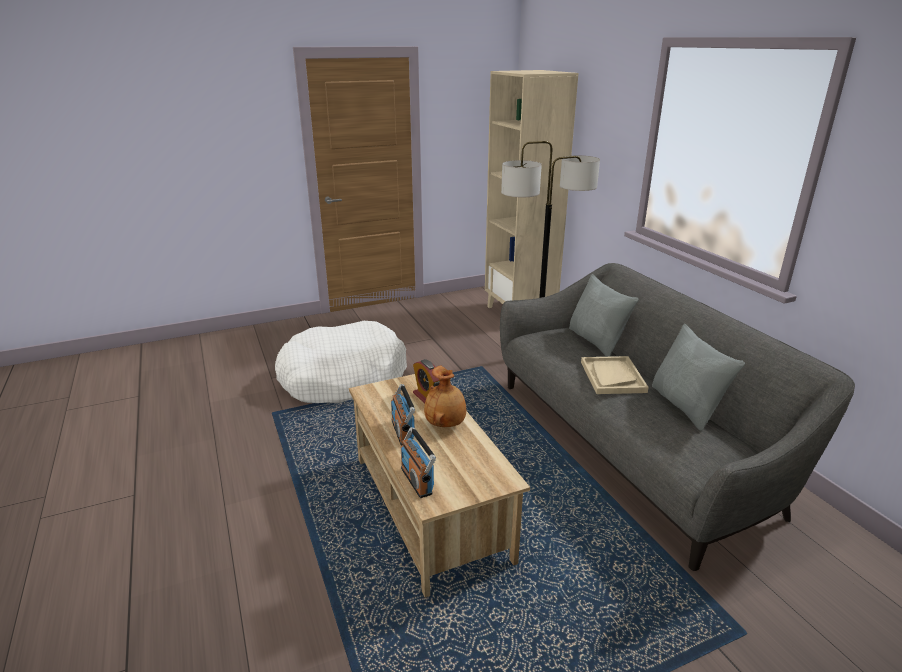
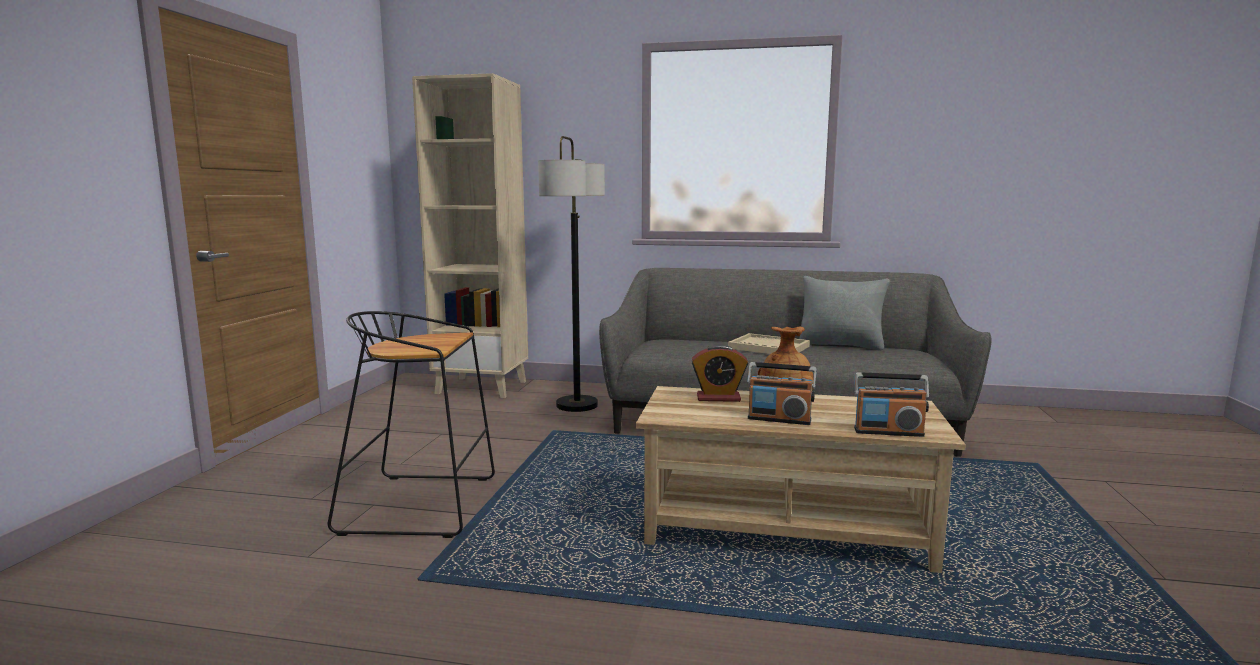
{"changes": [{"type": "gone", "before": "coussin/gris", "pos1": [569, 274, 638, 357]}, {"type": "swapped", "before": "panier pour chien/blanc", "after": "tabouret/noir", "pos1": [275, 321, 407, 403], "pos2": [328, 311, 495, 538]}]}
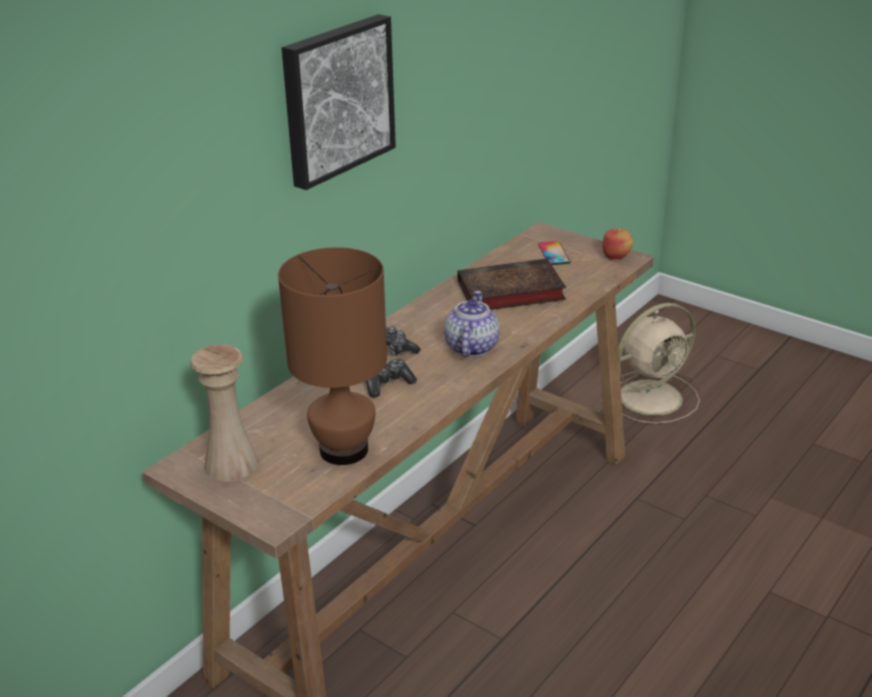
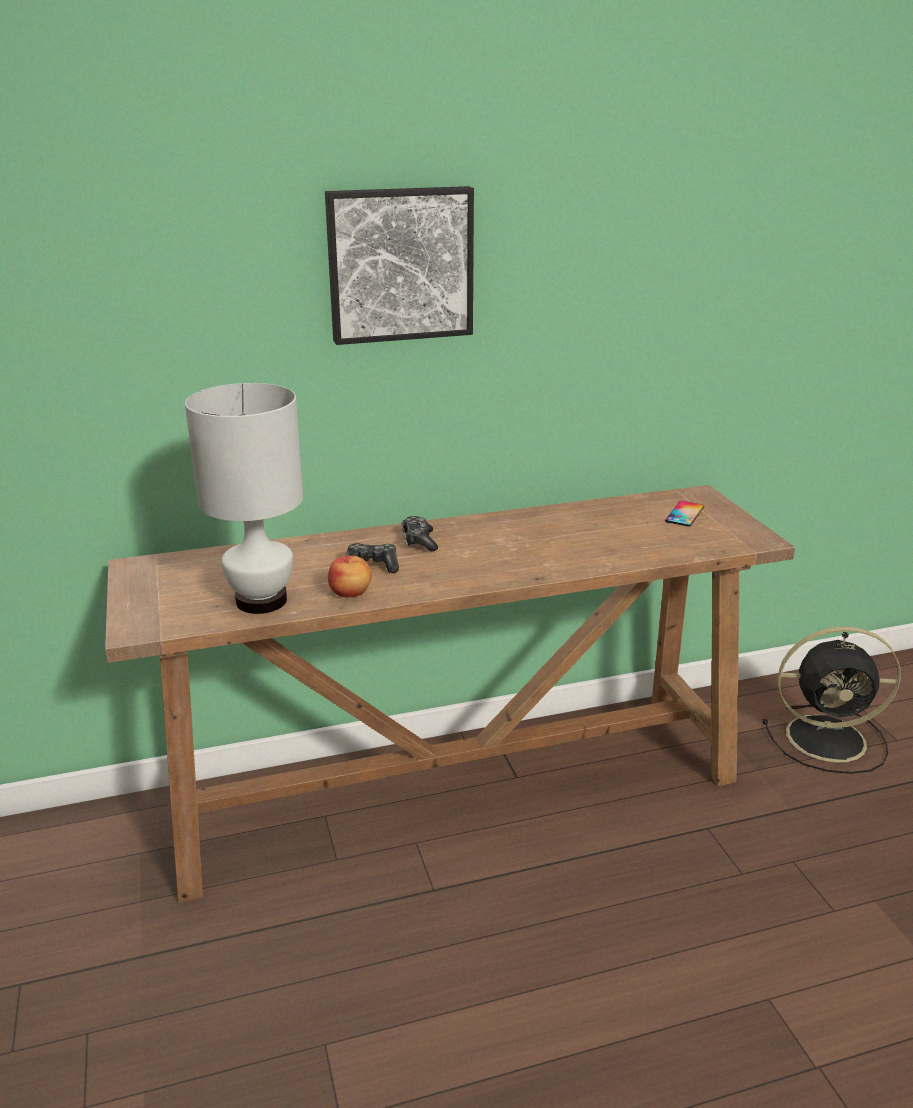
{"changes": [{"type": "gone", "before": "vase/beige", "pos1": [190, 344, 259, 482]}, {"type": "gone", "before": "théière", "pos1": [444, 291, 500, 357]}, {"type": "gone", "before": "livre", "pos1": [458, 258, 566, 310]}, {"type": "shifted", "before": "pomme", "pos1": [602, 228, 633, 260], "pos2": [328, 556, 372, 597]}, {"type": "repainted", "before": "lampe de table/marron", "after": "lampe de table/blanc", "pos1": [278, 247, 387, 465], "pos2": [185, 383, 303, 614]}, {"type": "repainted", "before": "ventilateur/beige", "after": "ventilateur/noir", "pos1": [601, 303, 700, 424], "pos2": [762, 626, 901, 774]}]}
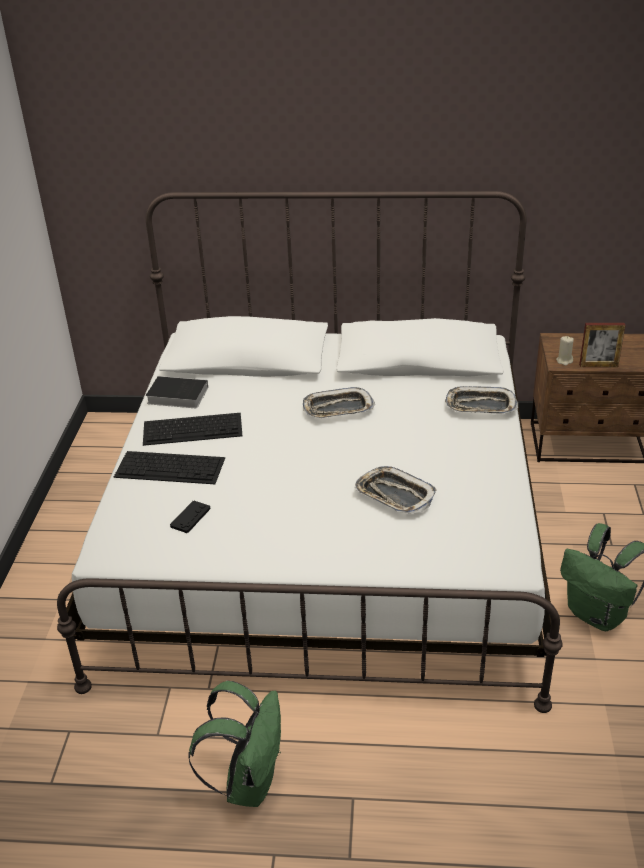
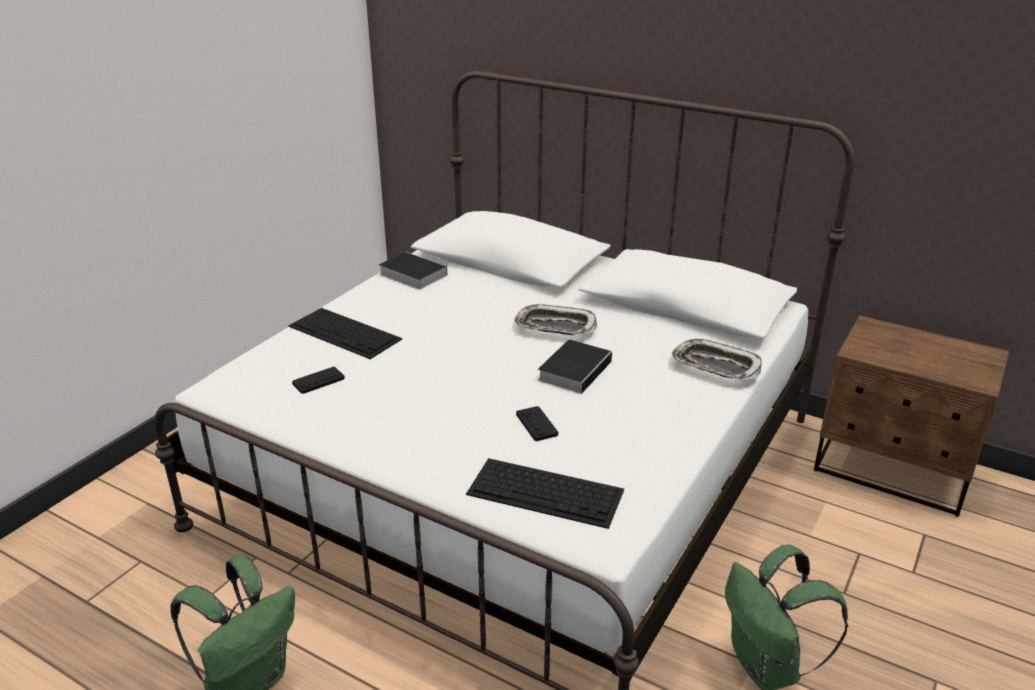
{"changes": [{"type": "gone", "before": "bougie/beige", "pos1": [556, 336, 574, 366]}, {"type": "gone", "before": "cadre photo", "pos1": [579, 323, 625, 367]}, {"type": "new", "after": "livre", "pos2": [538, 340, 613, 394]}, {"type": "shifted", "before": "clavier", "pos1": [143, 413, 242, 446], "pos2": [466, 458, 624, 529]}, {"type": "swapped", "before": "plateau", "after": "manette/noir", "pos1": [354, 466, 437, 514], "pos2": [516, 406, 558, 441]}]}
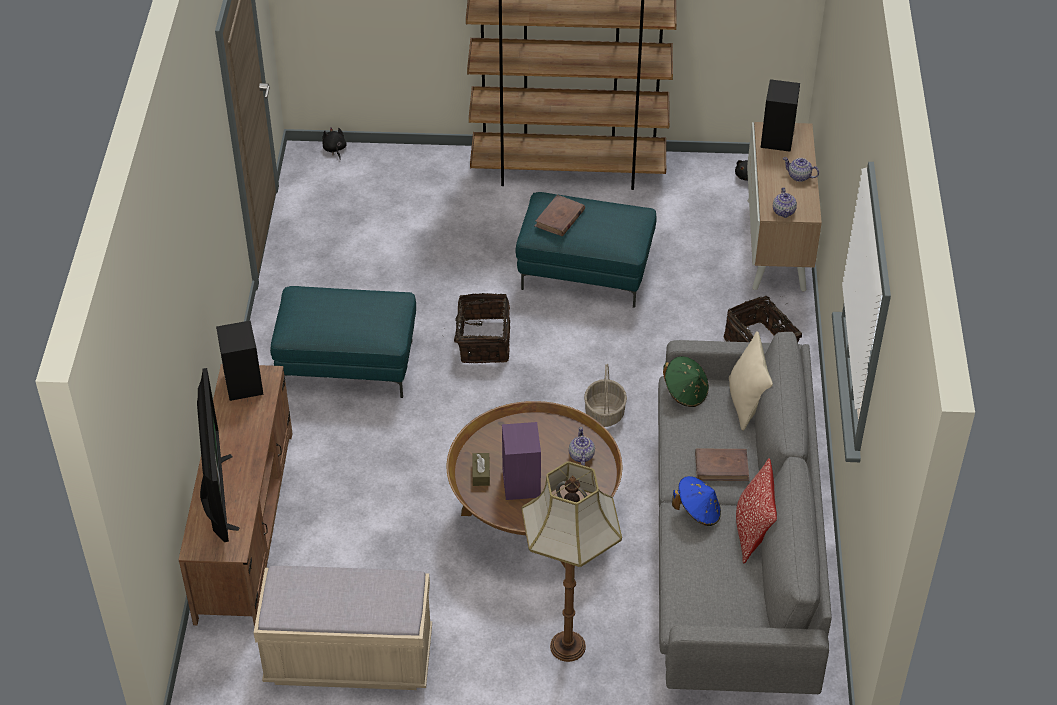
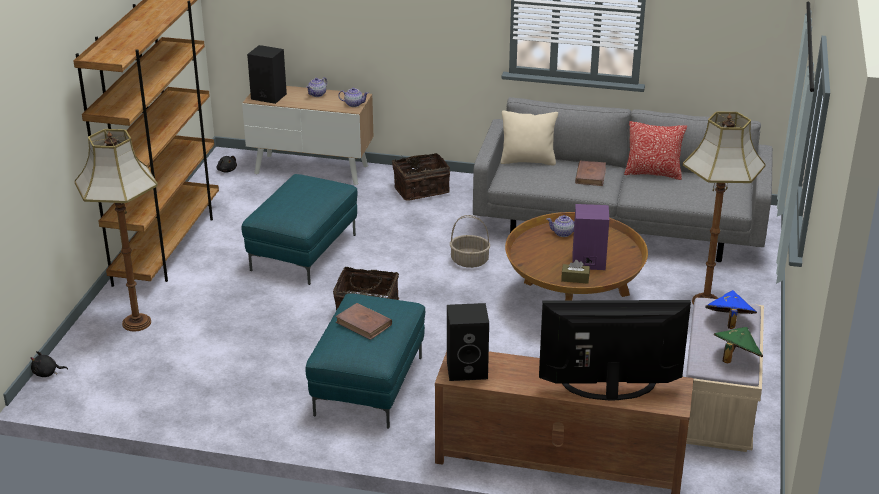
{"changes": [{"type": "new", "after": "lampadaire", "pos2": [74, 129, 158, 332]}, {"type": "shifted", "before": "livre/marron", "pos1": [535, 195, 585, 237], "pos2": [335, 303, 392, 340]}, {"type": "shifted", "before": "chapeau/vert", "pos1": [663, 356, 709, 407], "pos2": [714, 327, 763, 363]}, {"type": "shifted", "before": "chapeau/bleu", "pos1": [672, 476, 721, 526], "pos2": [705, 290, 757, 329]}]}
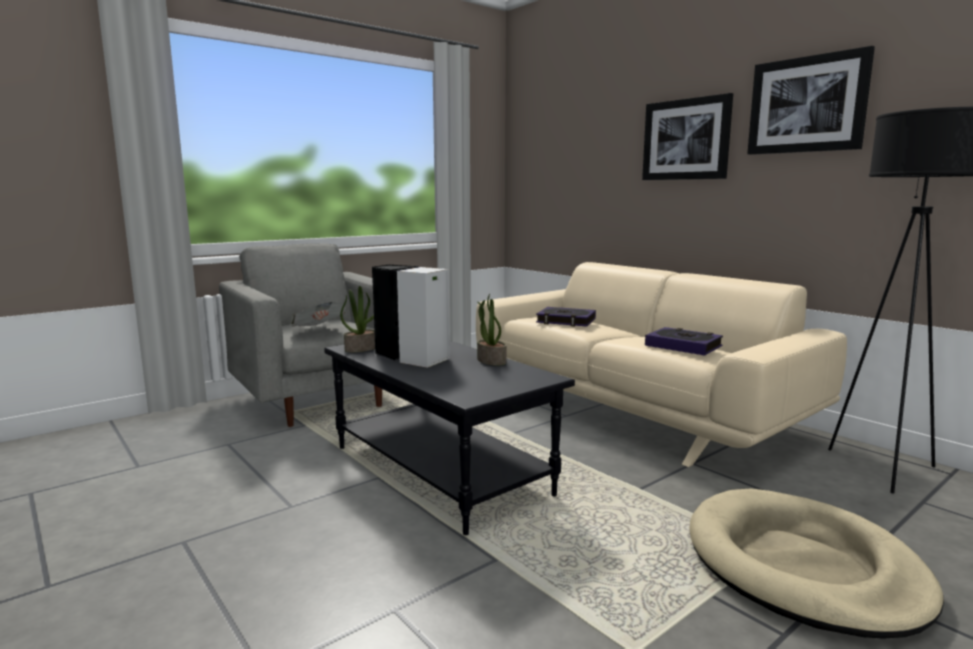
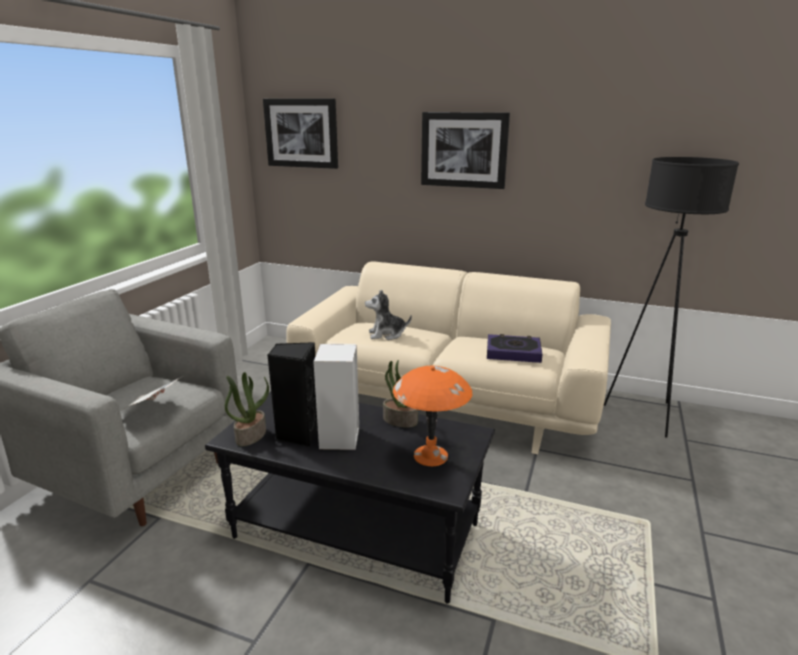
{"changes": [{"type": "gone", "before": "panier pour chien/beige", "pos1": [690, 488, 944, 639]}, {"type": "new", "after": "lampe de table/orange", "pos2": [393, 365, 472, 466]}, {"type": "shifted", "before": "tableau", "pos1": [747, 46, 875, 155], "pos2": [263, 98, 338, 169]}, {"type": "swapped", "before": "livre", "after": "peluche", "pos1": [536, 307, 596, 327], "pos2": [365, 290, 412, 340]}]}
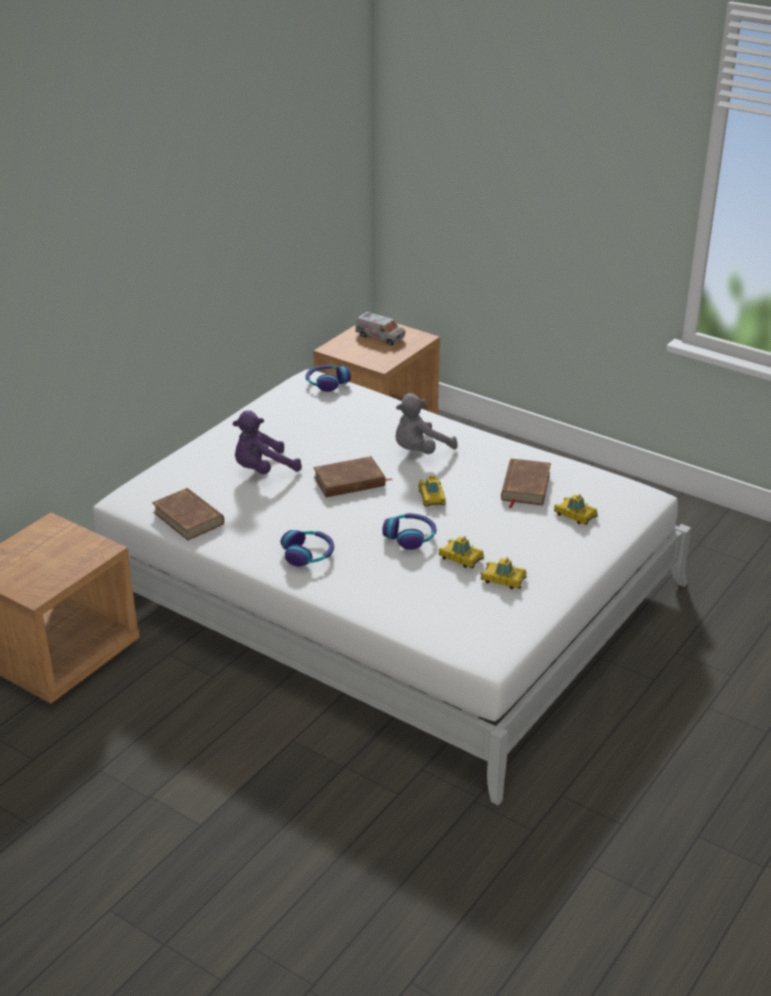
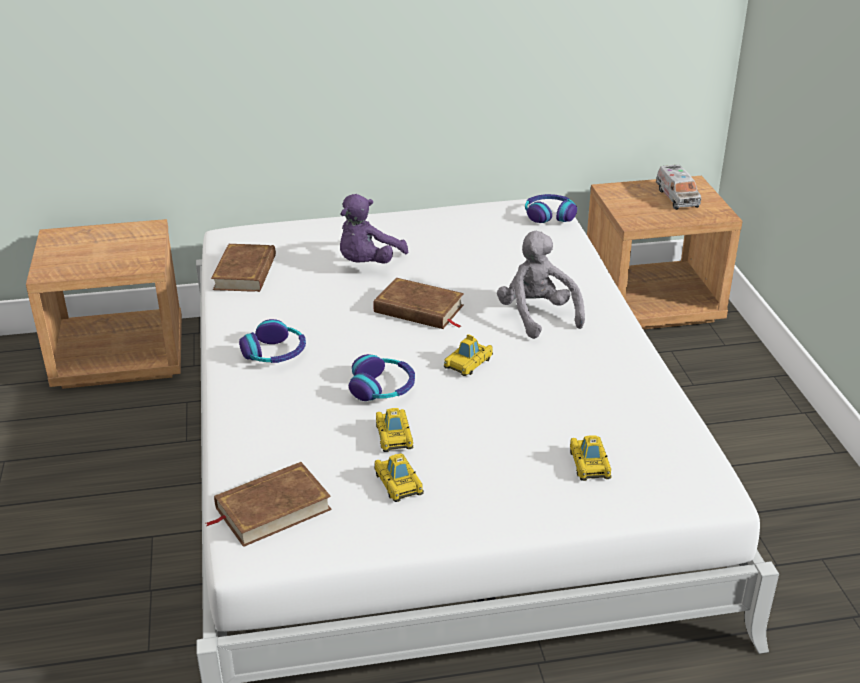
{"changes": [{"type": "shifted", "before": "livre/marron", "pos1": [501, 458, 551, 508], "pos2": [206, 462, 332, 547]}, {"type": "rotated", "before": "peluche/violet", "pos1": [232, 410, 302, 474], "pos2": [340, 194, 408, 264], "turn": -75}, {"type": "rotated", "before": "peluche/gris", "pos1": [396, 393, 458, 454], "pos2": [497, 231, 585, 339], "turn": 60}]}
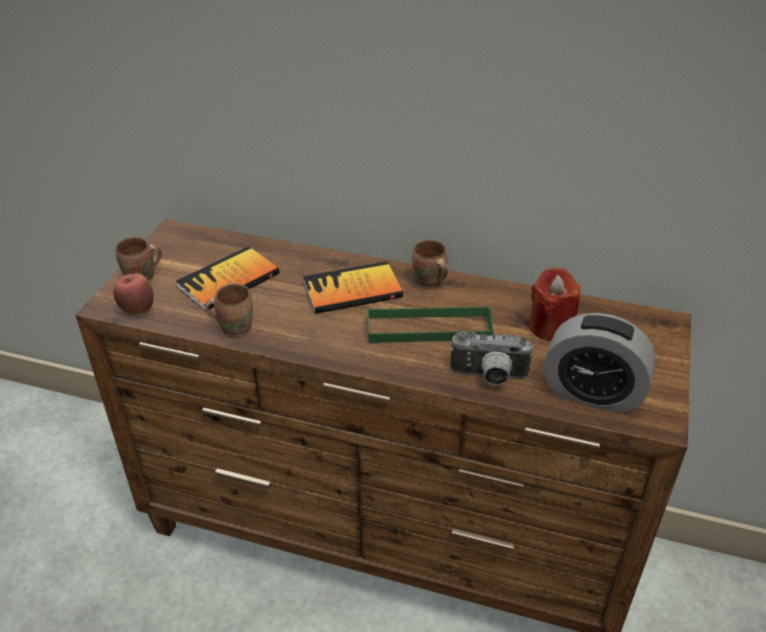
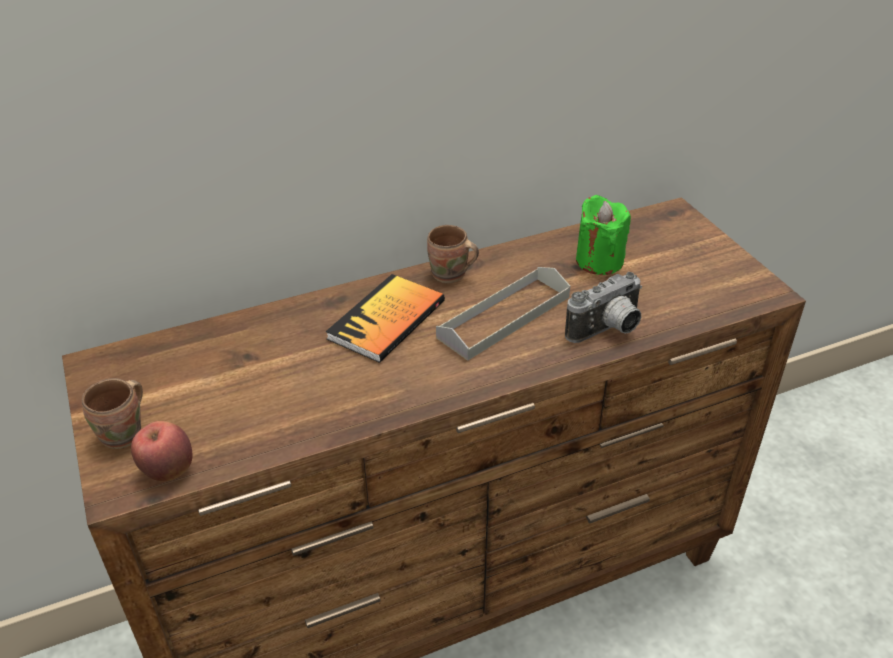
{"changes": [{"type": "gone", "before": "livre", "pos1": [176, 246, 279, 311]}, {"type": "gone", "before": "mug/marron", "pos1": [205, 283, 253, 337]}, {"type": "gone", "before": "réveil", "pos1": [544, 313, 656, 414]}, {"type": "repainted", "before": "plateau/vert", "after": "plateau/gris", "pos1": [368, 306, 493, 343], "pos2": [436, 267, 570, 361]}, {"type": "repainted", "before": "bougie/rouge", "after": "bougie/vert", "pos1": [529, 268, 581, 341], "pos2": [576, 195, 631, 275]}]}
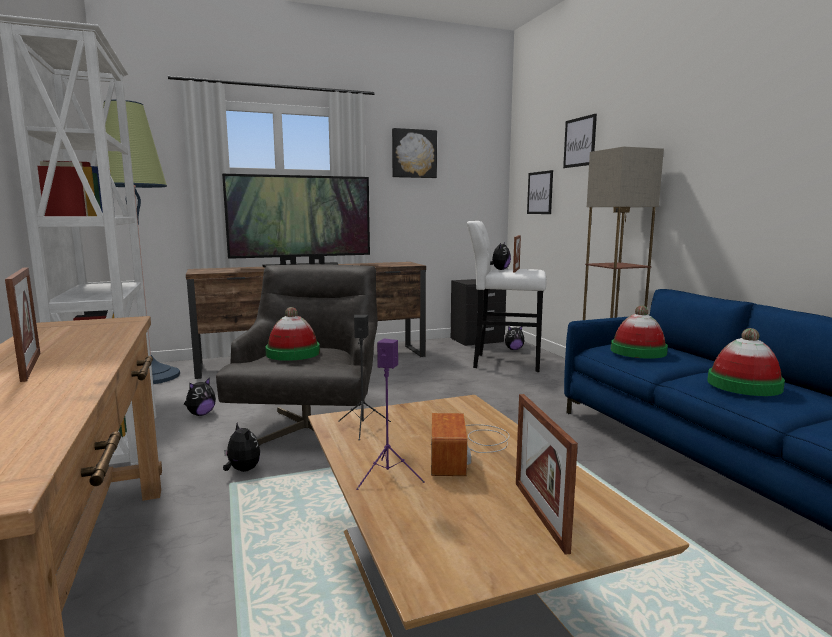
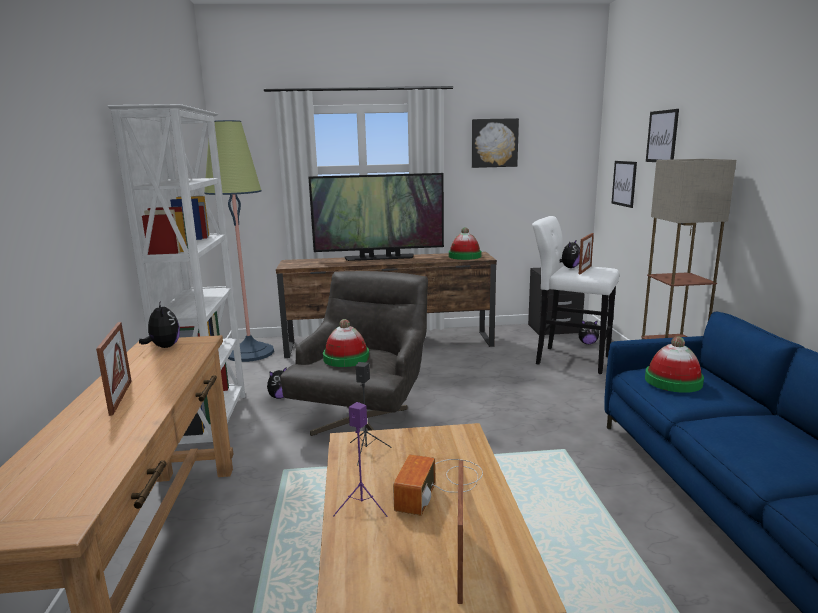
{"changes": [{"type": "shifted", "before": "peluche", "pos1": [223, 422, 260, 472], "pos2": [139, 303, 180, 348]}, {"type": "shifted", "before": "chapeau", "pos1": [707, 328, 785, 396], "pos2": [449, 227, 481, 260]}]}
